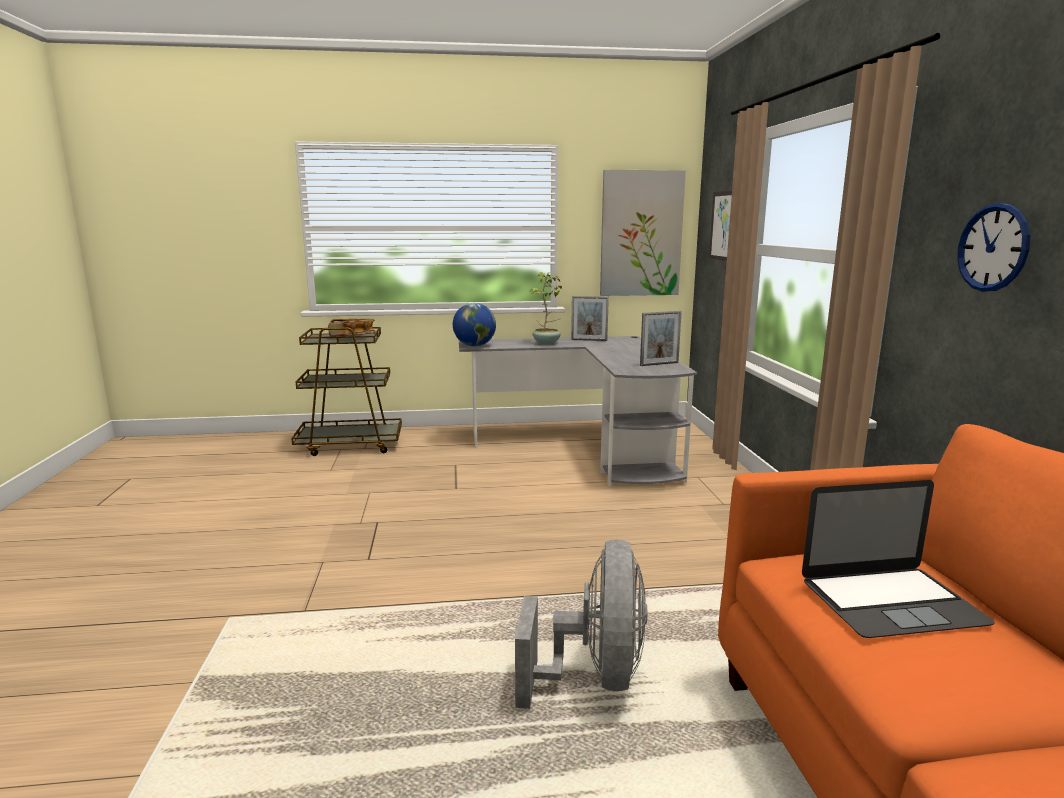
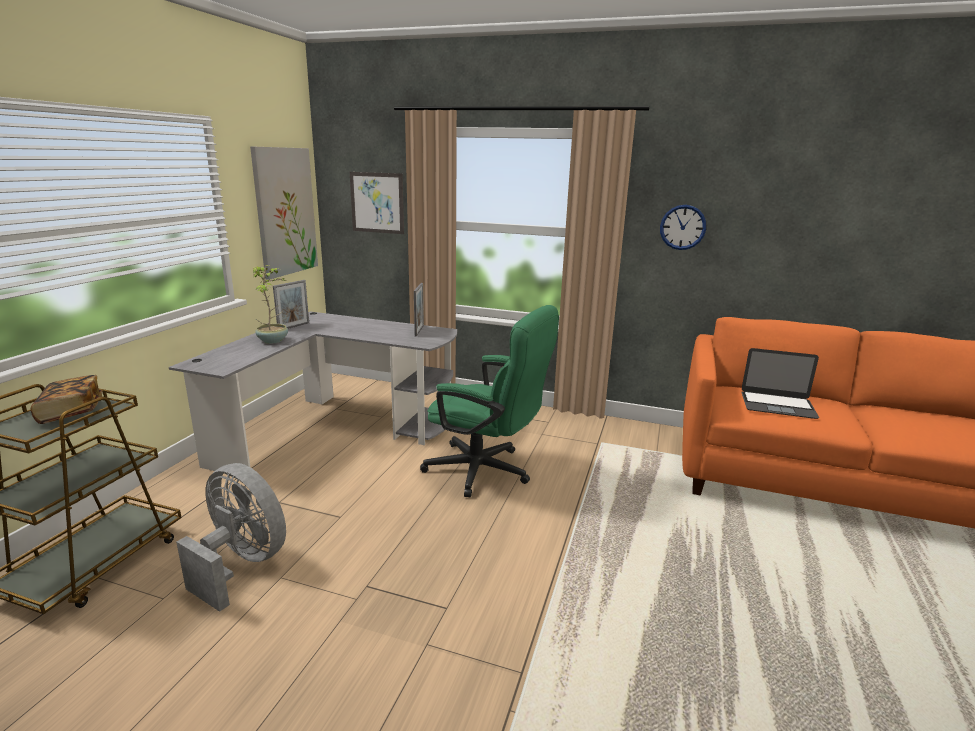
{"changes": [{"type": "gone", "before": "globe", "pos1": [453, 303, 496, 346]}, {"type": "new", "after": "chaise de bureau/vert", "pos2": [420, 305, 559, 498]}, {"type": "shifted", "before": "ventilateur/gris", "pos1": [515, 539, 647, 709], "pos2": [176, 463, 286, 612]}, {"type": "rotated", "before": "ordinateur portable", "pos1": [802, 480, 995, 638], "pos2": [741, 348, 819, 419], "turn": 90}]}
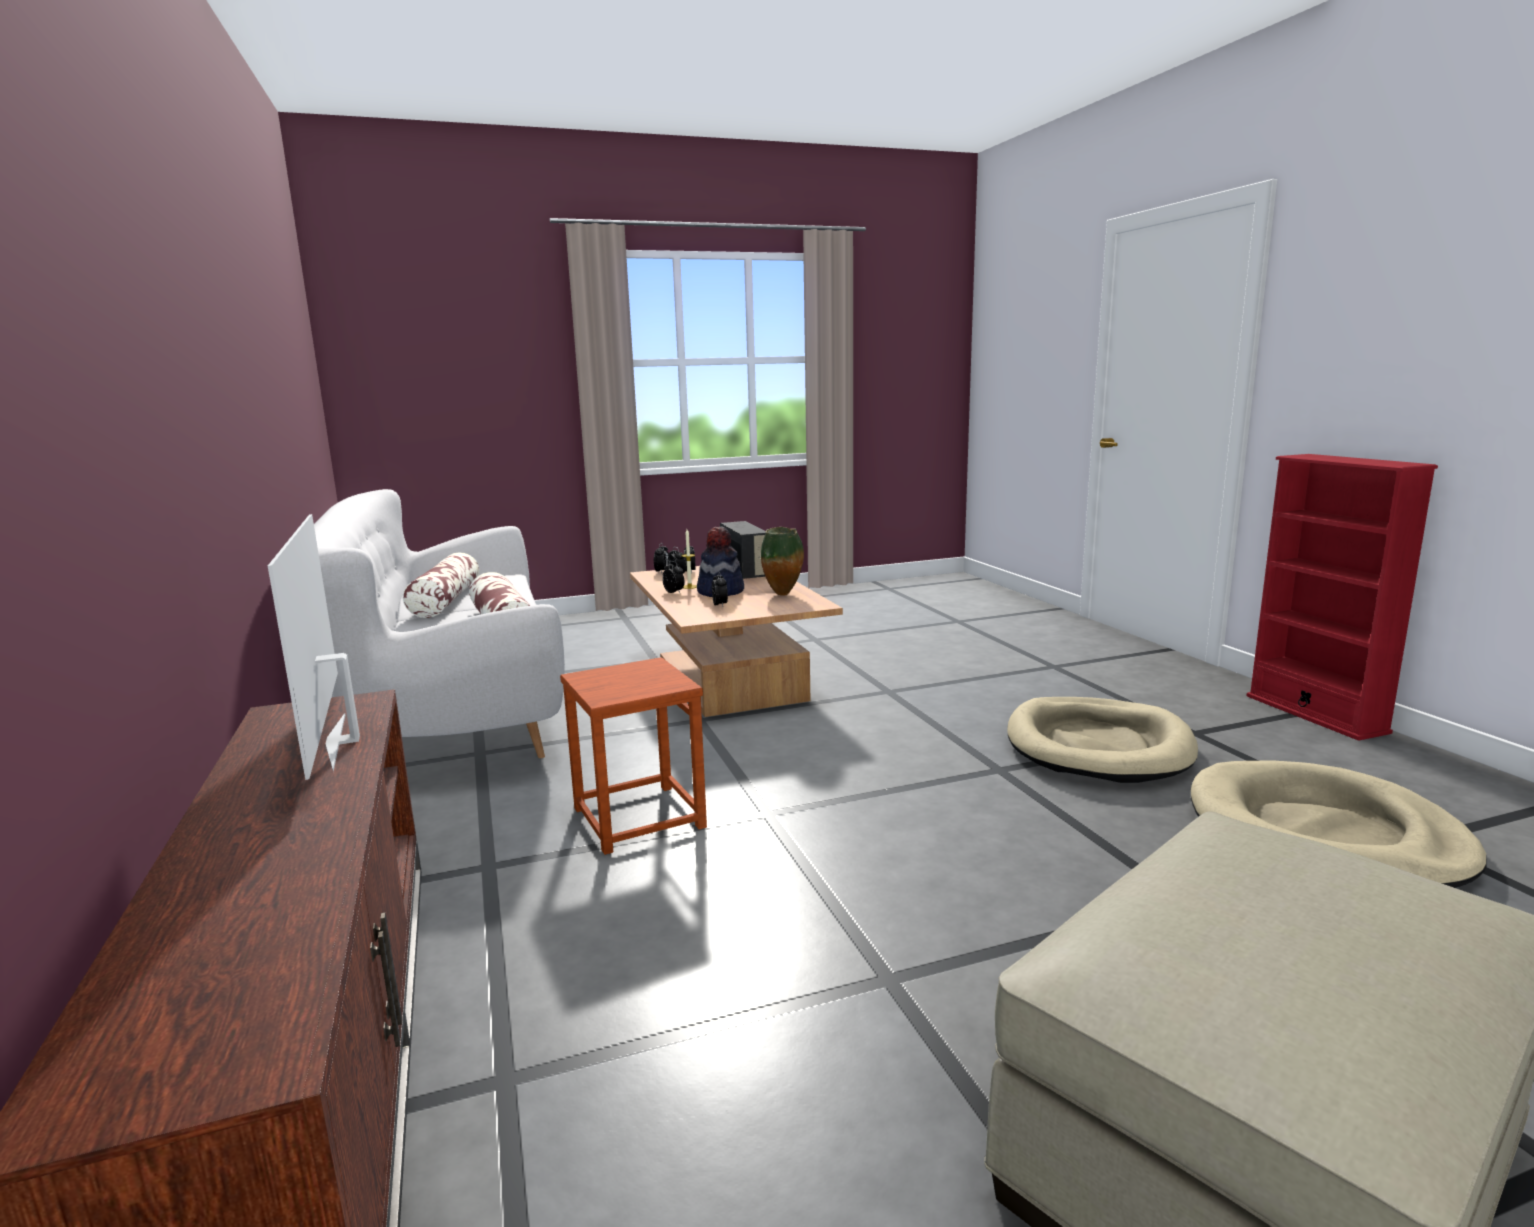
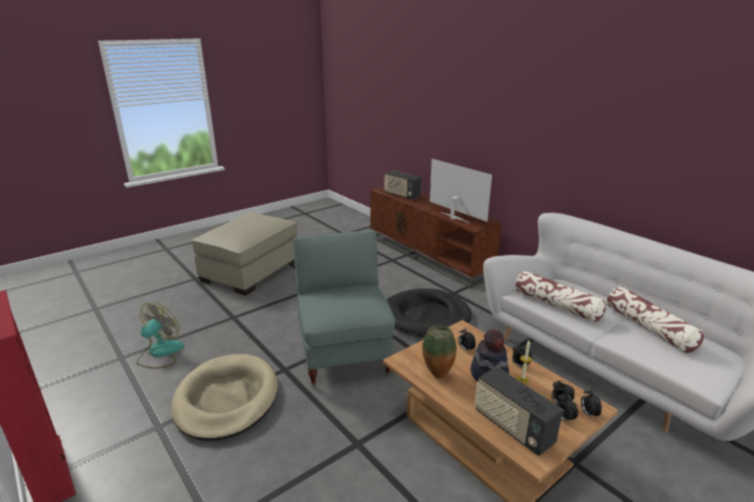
{"changes": [{"type": "new", "after": "fauteuil/gris", "pos2": [293, 230, 395, 387]}, {"type": "new", "after": "radio", "pos2": [384, 170, 422, 200]}, {"type": "swapped", "before": "tabouret/marron", "after": "panier pour chien/noir", "pos1": [560, 657, 707, 855], "pos2": [386, 288, 472, 337]}, {"type": "swapped", "before": "panier pour chien/beige", "after": "ventilateur", "pos1": [1191, 760, 1487, 888], "pos2": [136, 302, 184, 368]}]}
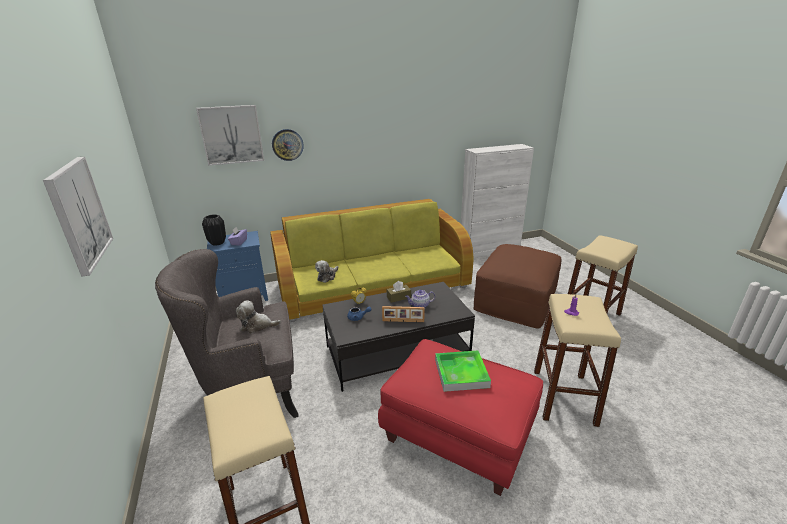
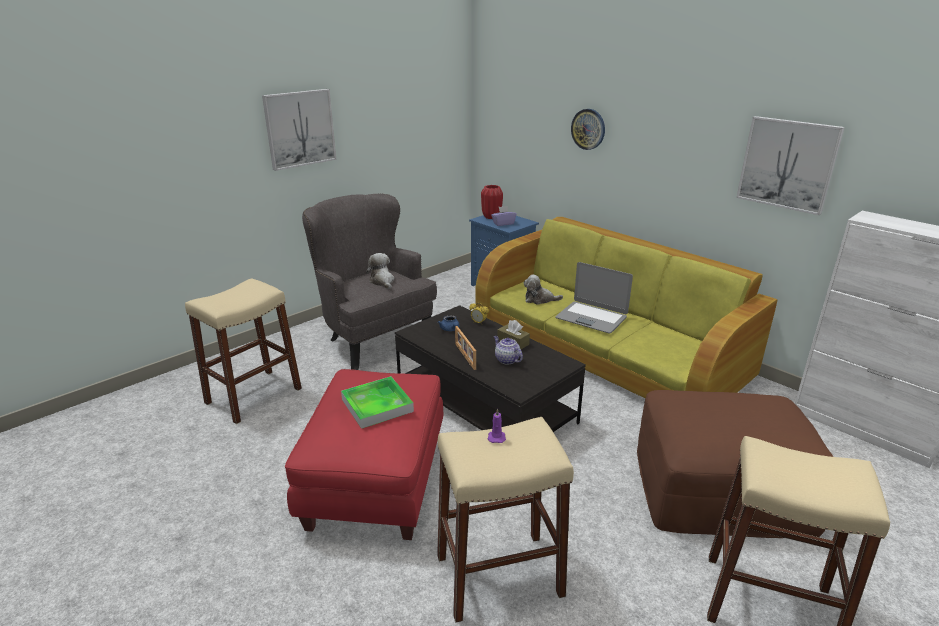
{"changes": [{"type": "new", "after": "ordinateur portable", "pos2": [555, 262, 633, 333]}, {"type": "shifted", "before": "tableau", "pos1": [196, 105, 264, 166], "pos2": [736, 116, 845, 215]}, {"type": "repainted", "before": "vase/noir", "after": "vase/rouge", "pos1": [202, 214, 226, 246], "pos2": [481, 185, 503, 219]}]}
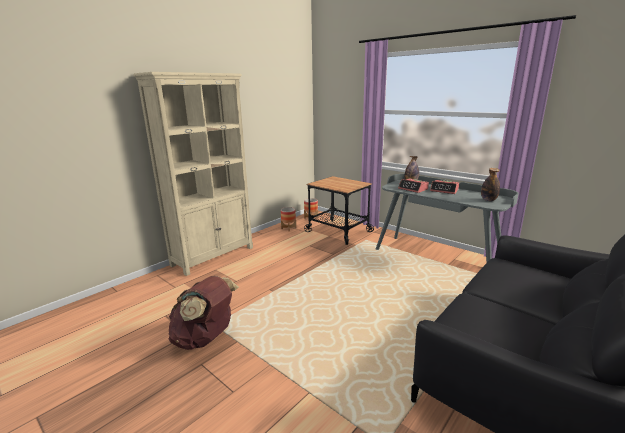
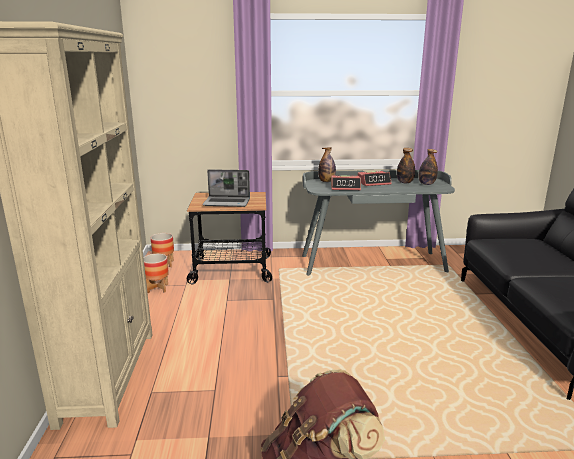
{"changes": [{"type": "new", "after": "ordinateur portable", "pos2": [202, 169, 250, 207]}, {"type": "new", "after": "bouteille", "pos2": [397, 148, 415, 183]}]}
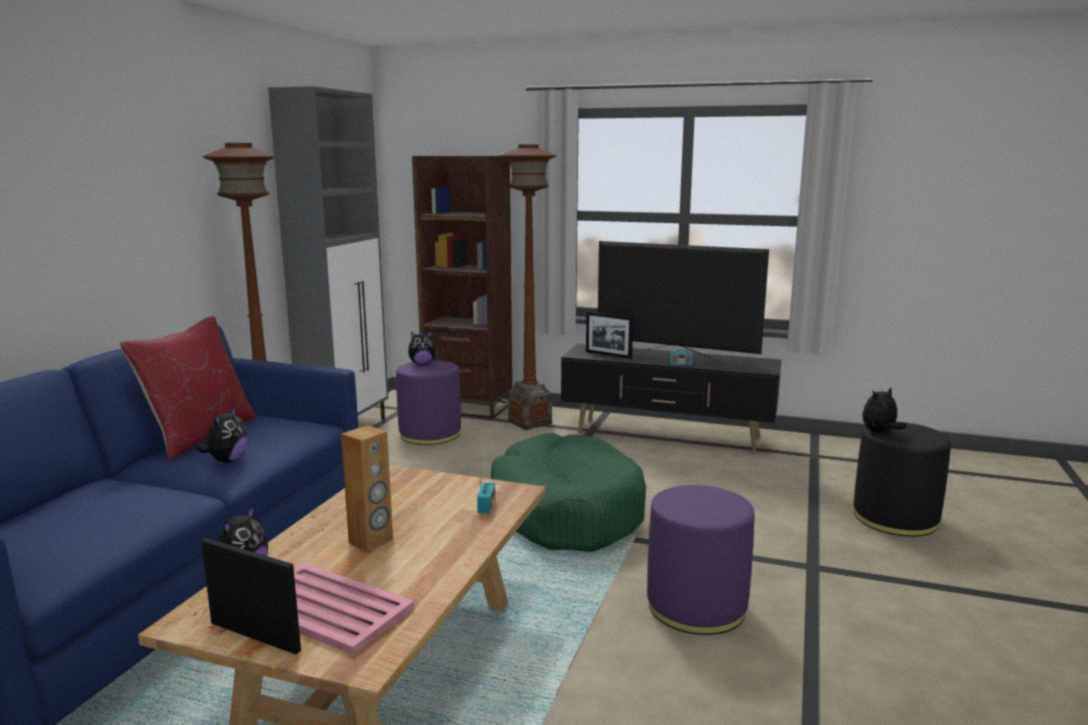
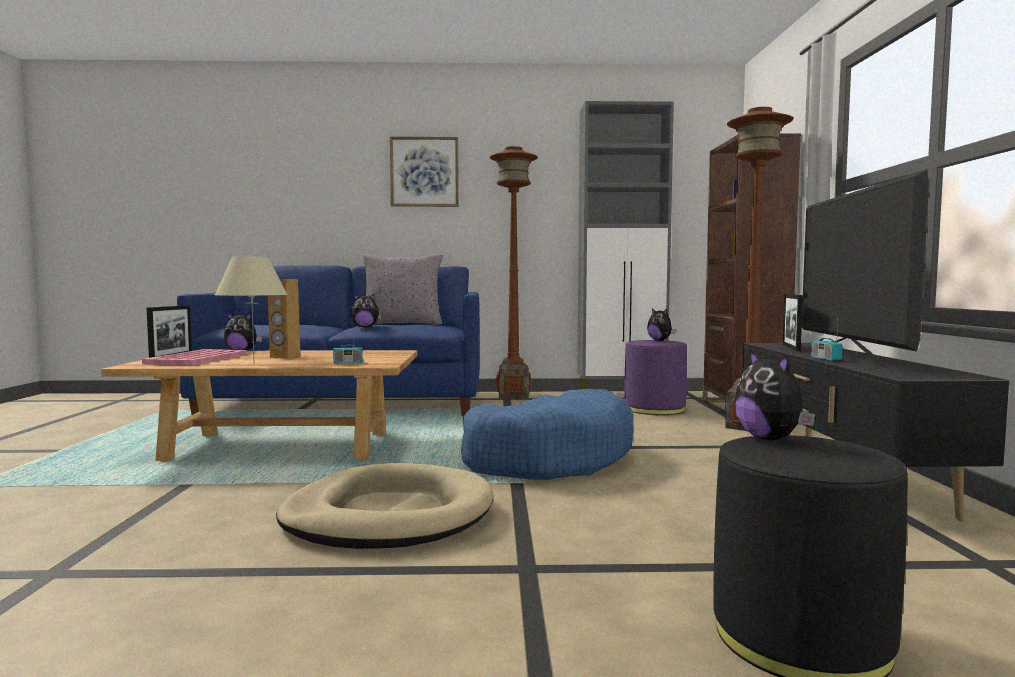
{"changes": [{"type": "new", "after": "lampe de table/beige", "pos2": [215, 256, 288, 364]}, {"type": "new", "after": "tableau", "pos2": [390, 137, 459, 207]}, {"type": "swapped", "before": "pouf/violet", "after": "panier pour chien/beige", "pos1": [647, 485, 755, 635], "pos2": [276, 463, 494, 549]}, {"type": "repainted", "before": "coussin/rouge", "after": "coussin/gris", "pos1": [120, 316, 256, 460], "pos2": [363, 254, 443, 325]}, {"type": "repainted", "before": "panier pour chien/vert", "after": "panier pour chien/bleu", "pos1": [491, 433, 646, 552], "pos2": [461, 389, 633, 480]}, {"type": "rotated", "before": "peluche", "pos1": [862, 387, 906, 433], "pos2": [734, 350, 815, 440], "turn": -150}]}
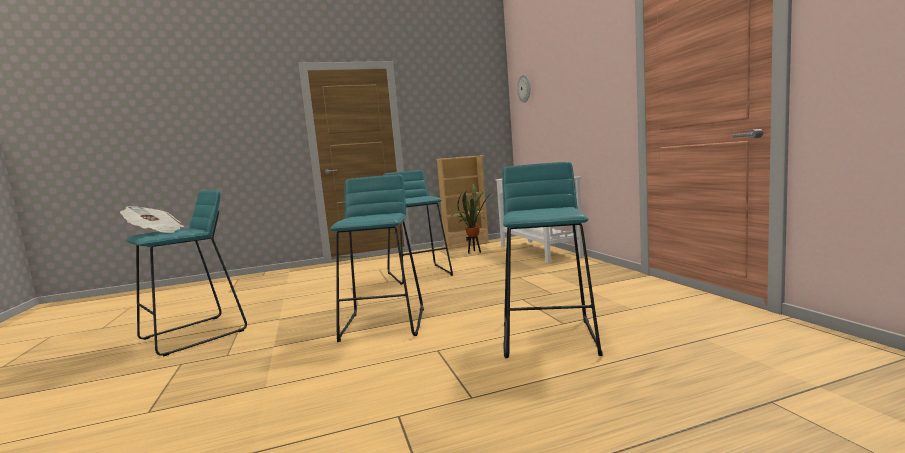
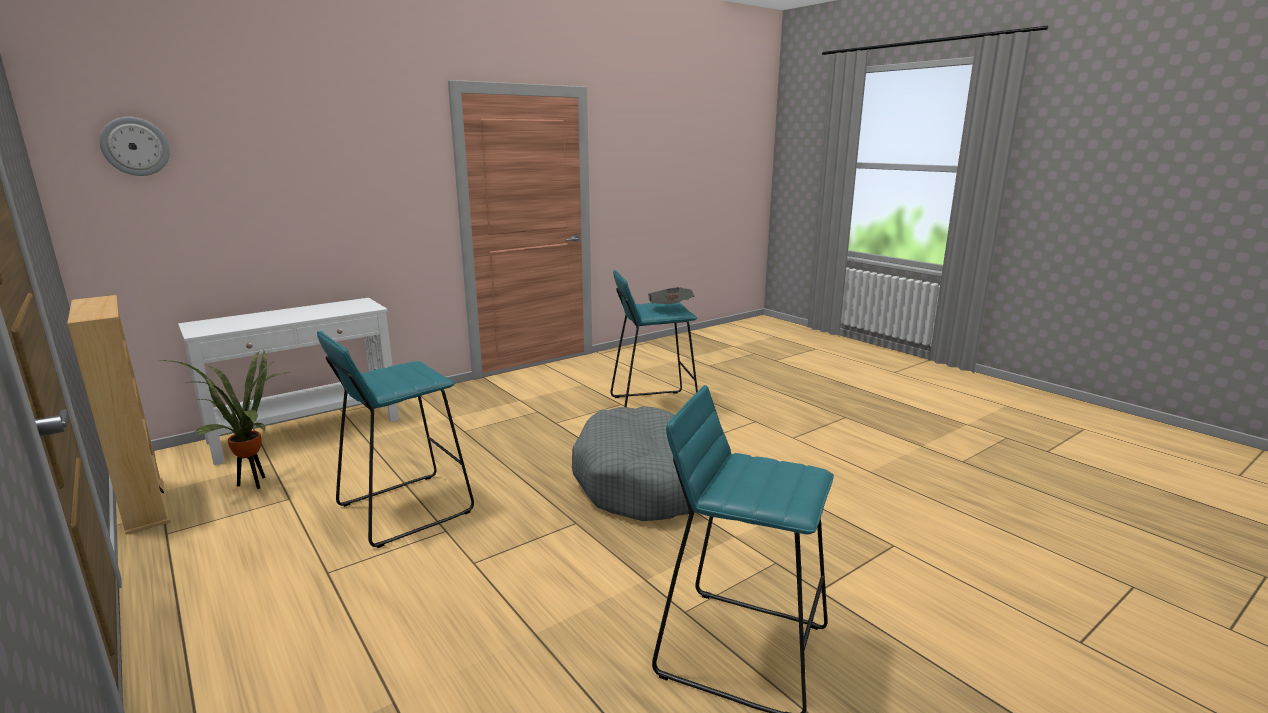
{"changes": [{"type": "shifted", "before": "journal", "pos1": [120, 206, 184, 233], "pos2": [648, 287, 694, 304]}, {"type": "swapped", "before": "tabouret/turquoise", "after": "panier pour chien/gris", "pos1": [330, 175, 424, 342], "pos2": [572, 406, 689, 521]}]}
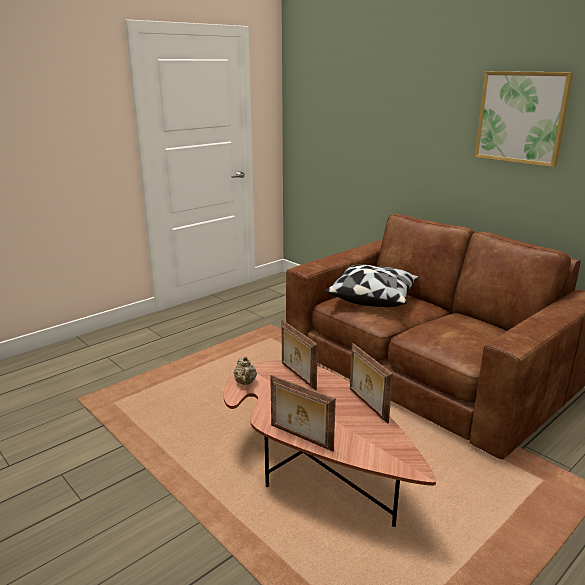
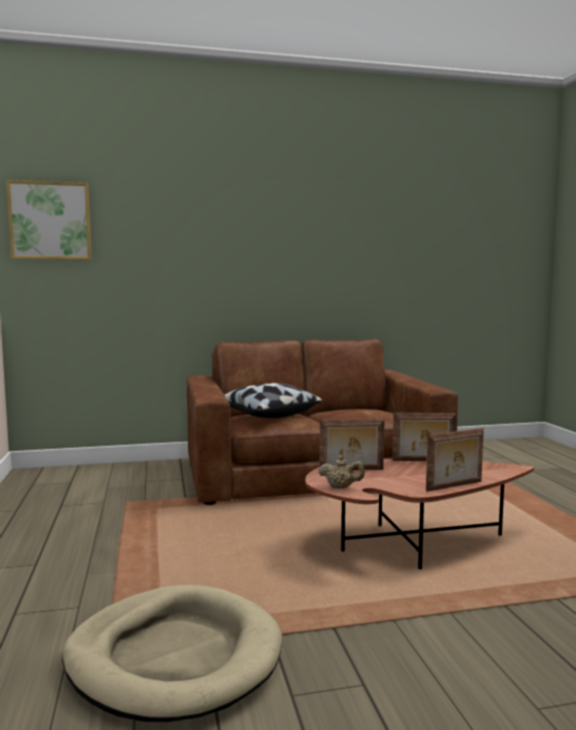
{"changes": [{"type": "new", "after": "panier pour chien/beige", "pos2": [62, 585, 282, 722]}, {"type": "shifted", "before": "tableau", "pos1": [475, 71, 574, 167], "pos2": [6, 180, 91, 260]}]}
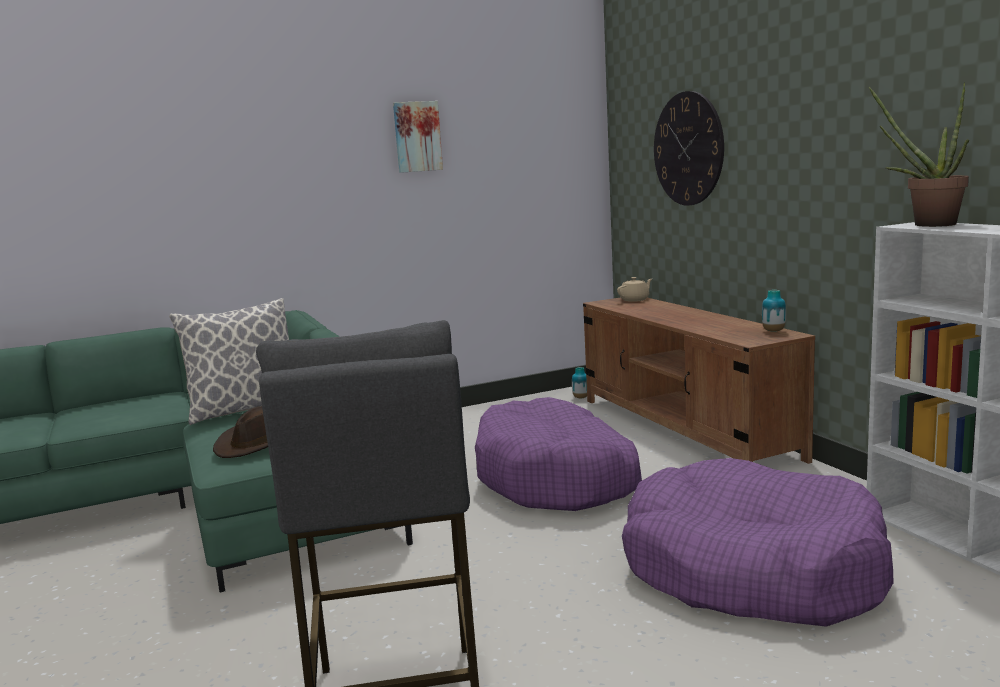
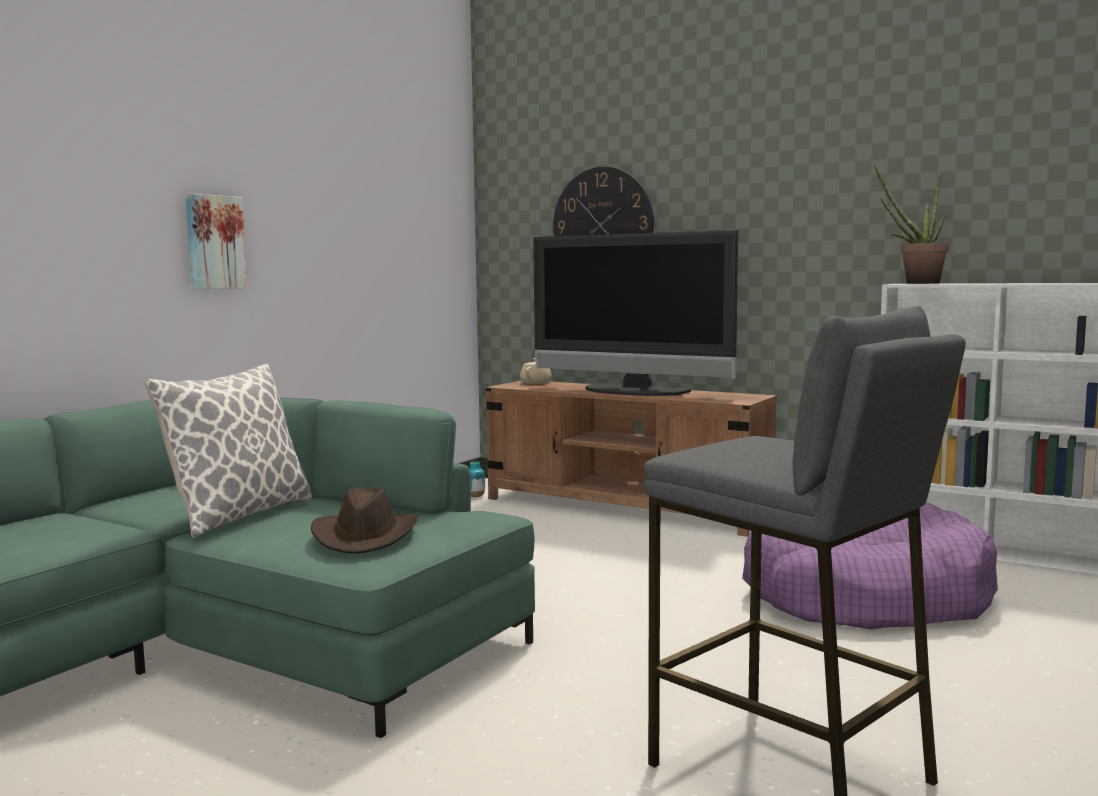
{"changes": [{"type": "gone", "before": "panier pour chien/violet", "pos1": [475, 397, 642, 511]}, {"type": "gone", "before": "vase", "pos1": [762, 290, 786, 332]}, {"type": "new", "after": "téléviseur", "pos2": [533, 230, 738, 396]}, {"type": "shifted", "before": "tableau", "pos1": [393, 101, 443, 173], "pos2": [185, 193, 247, 289]}]}
